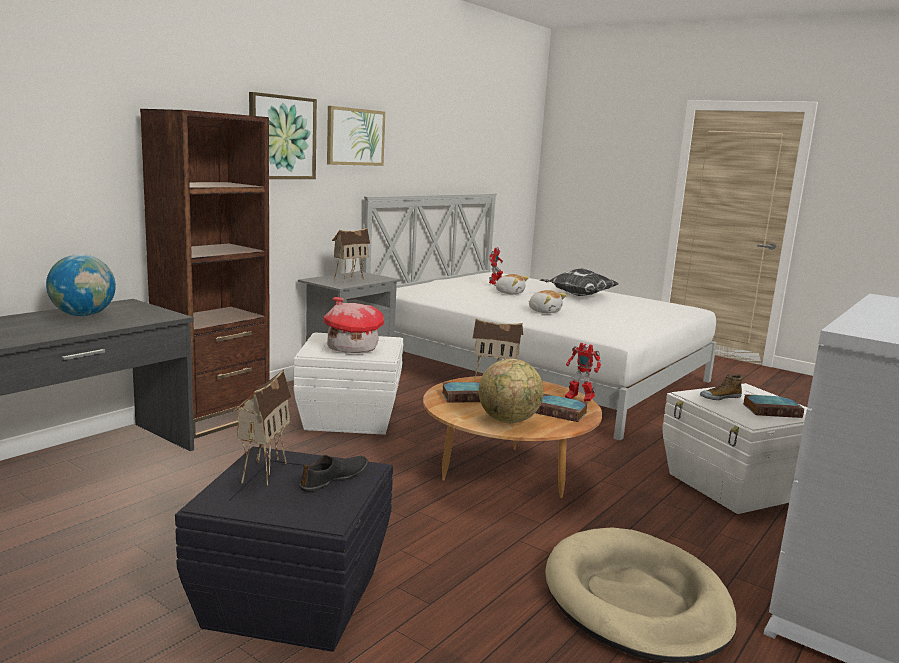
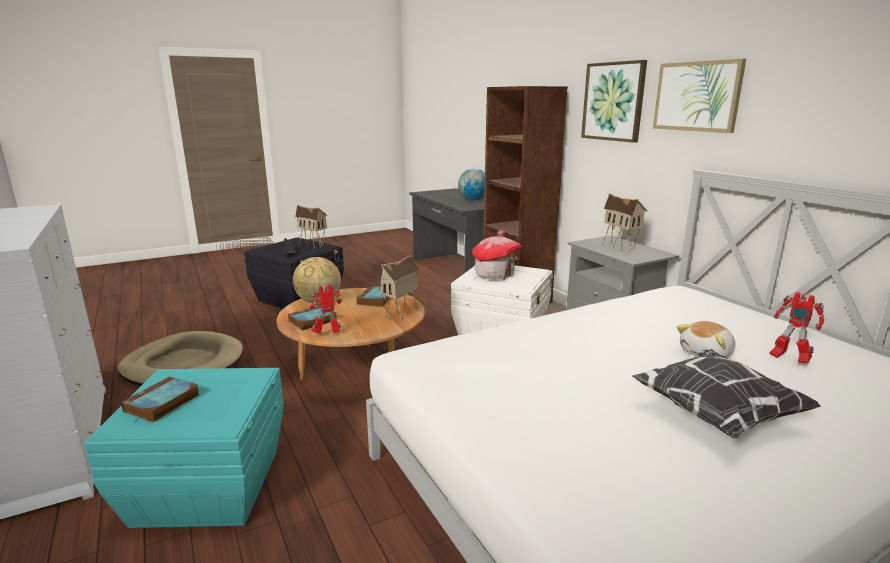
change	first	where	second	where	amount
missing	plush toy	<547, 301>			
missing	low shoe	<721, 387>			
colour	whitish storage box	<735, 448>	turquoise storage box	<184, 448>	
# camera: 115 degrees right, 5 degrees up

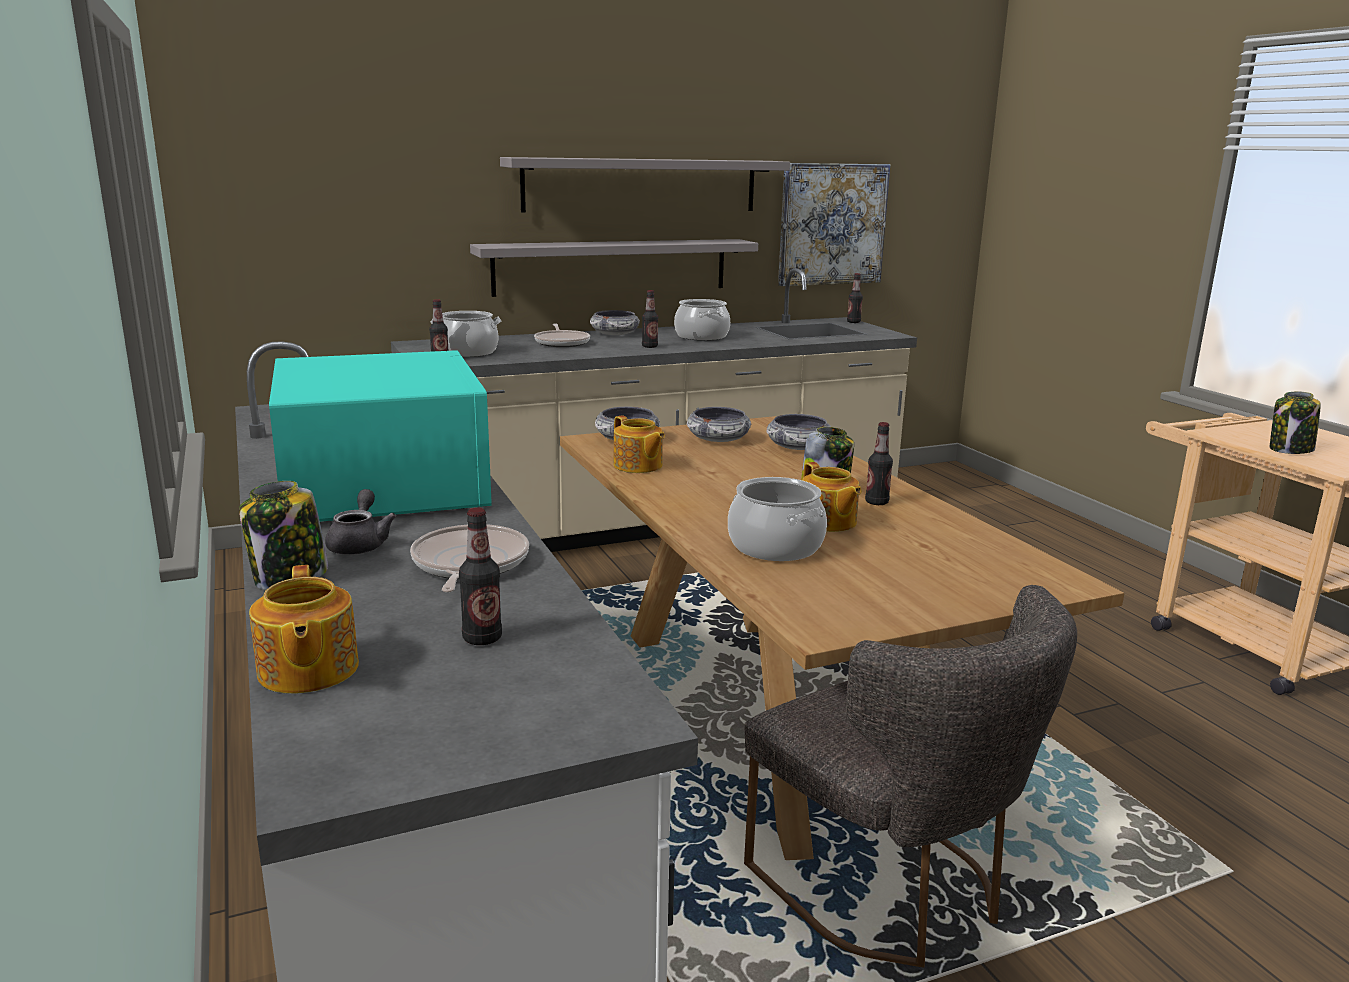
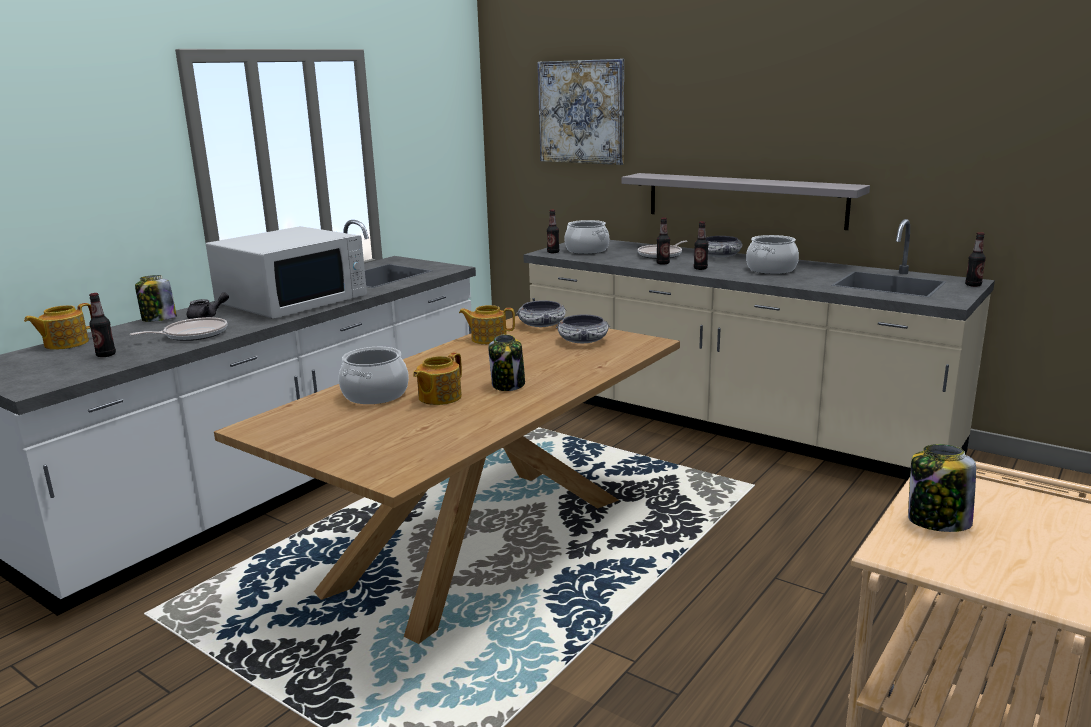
change	first	where	second	where	amount
missing	grey shelf	<645, 185>			
relocated	wall art	<834, 224>		<581, 112>	
colour	turquoise microwave oven	<380, 436>	whitish microwave oven	<286, 272>	
missing	serving bowl	<799, 432>			
spun	tea pot	<639, 444>		<487, 324>	75 degrees clockwise
relocated	drink bottle	<879, 463>		<663, 241>	
missing	grey chair	<910, 776>			
# camera: 60 degrees right, 0 degrees up

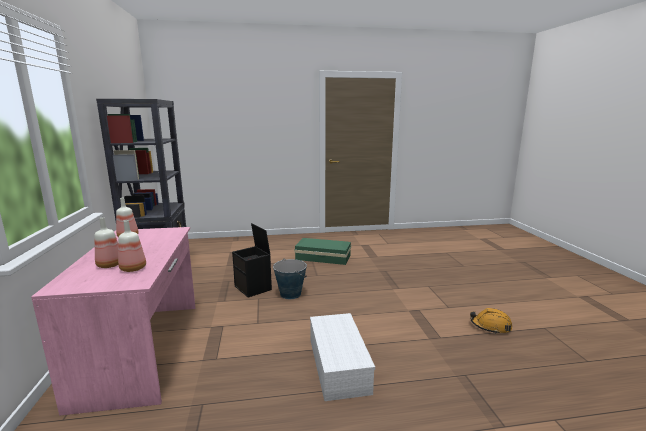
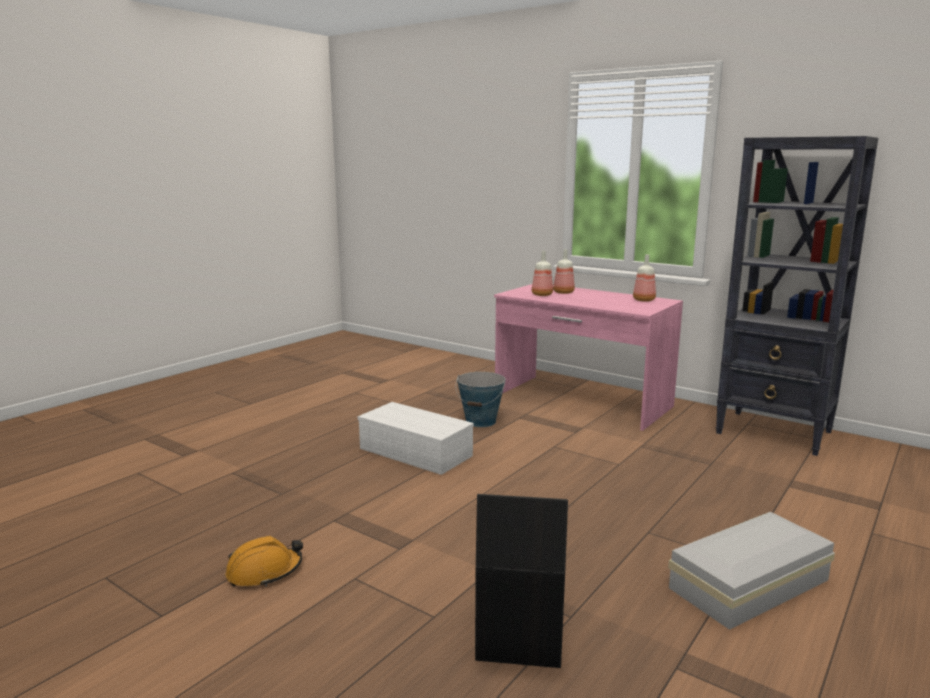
change	first	where	second	where	amount
relocated	blackish storage box	<252, 260>		<521, 581>	
colour	greenish storage box	<322, 251>	whitish storage box	<751, 571>	
relocated	pail	<290, 279>		<481, 399>	
# camera: 135 degrees right, 0 degrees up

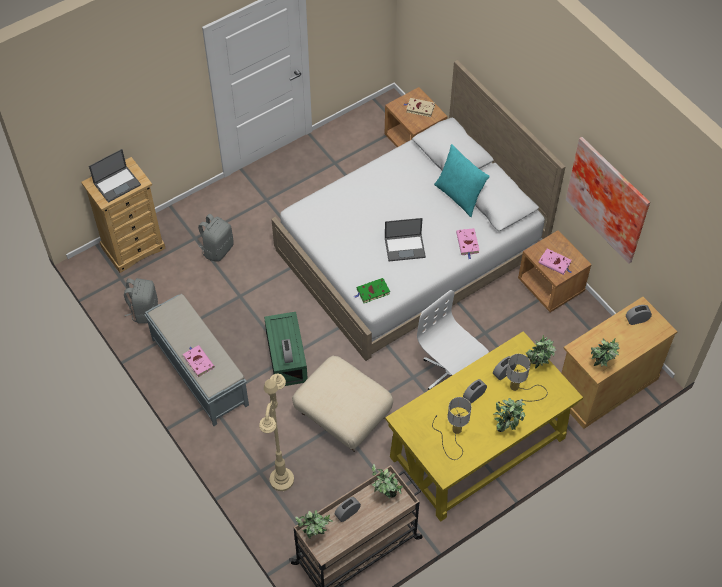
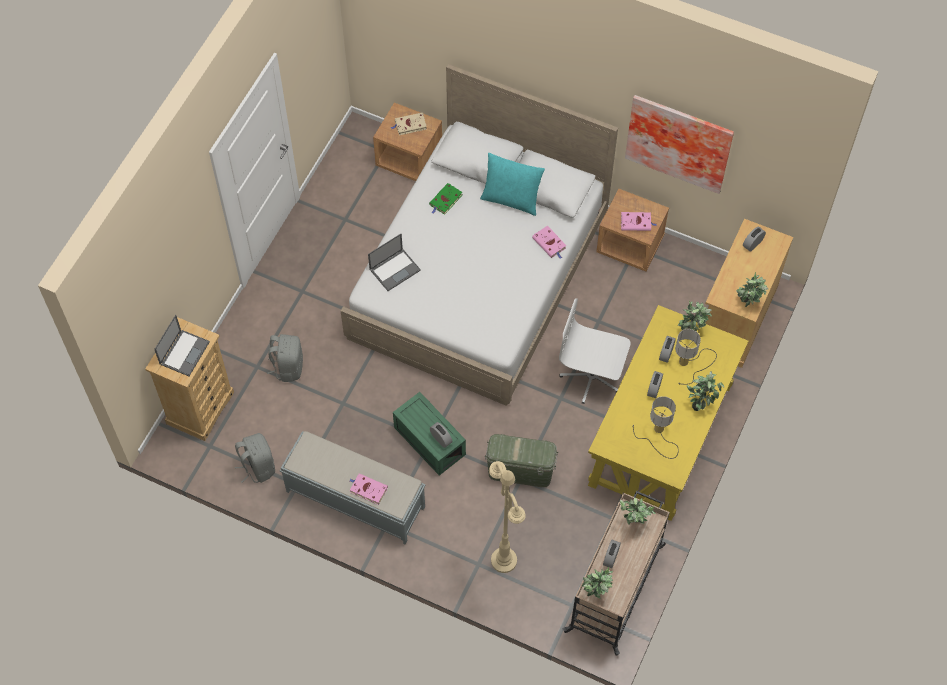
change	first	where	second	where	amount
relocated	laptop	<405, 240>		<394, 262>	
relocated	greenish volume	<372, 290>		<446, 199>	
exchanged	sand-coloured pouffe	<342, 404>	greenish storage box	<521, 460>	
# camera: 30 degrees left, 5 degrees up

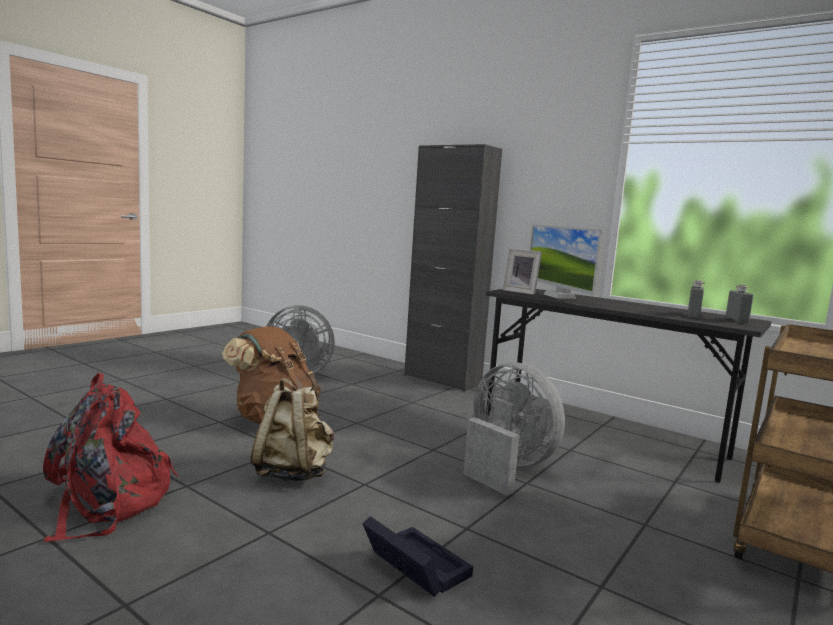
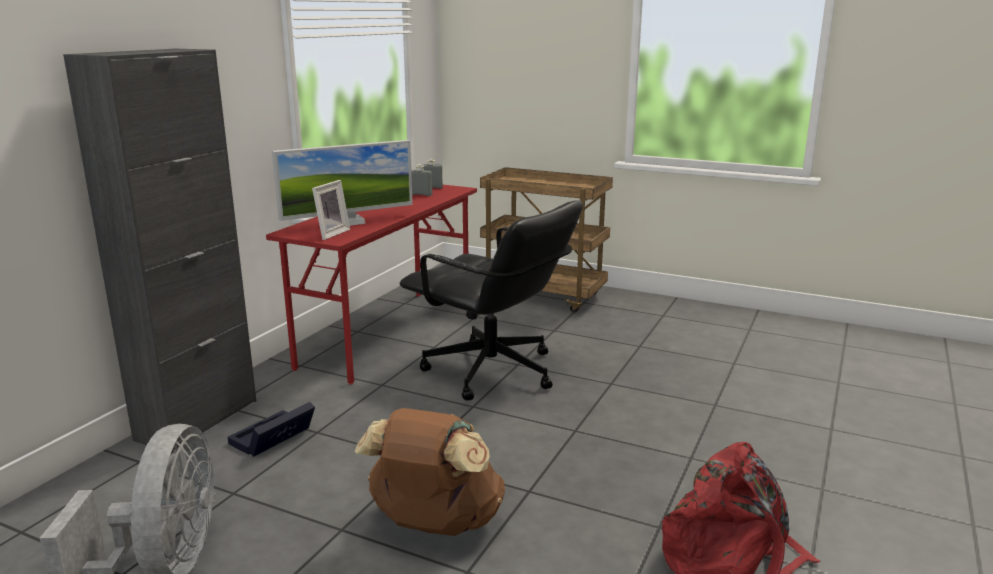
change	first	where	second	where	amount
colour	grey desk	<628, 386>	red desk	<371, 285>	
exchanged	grey fan	<514, 429>	blackish computer chair	<491, 300>	
missing	sand-coloured backpack	<292, 430>			
relocated	blackish storage box	<417, 556>		<271, 429>	
# camera: 100 degrees left, 10 degrees up

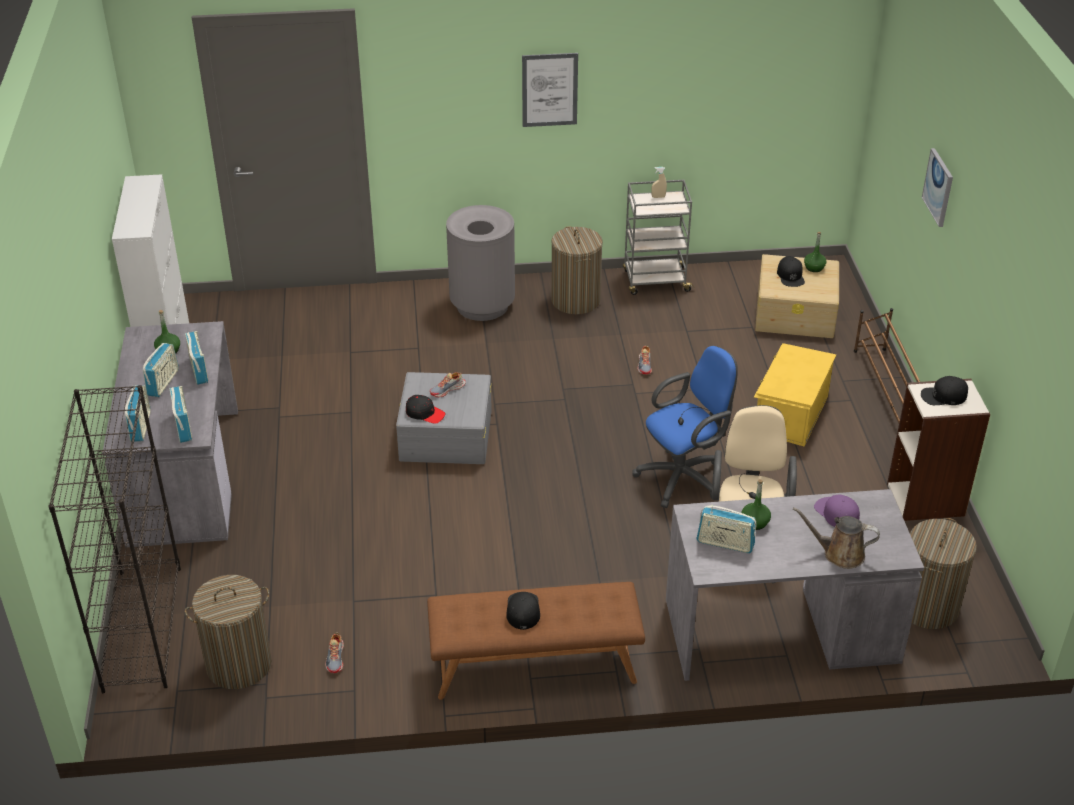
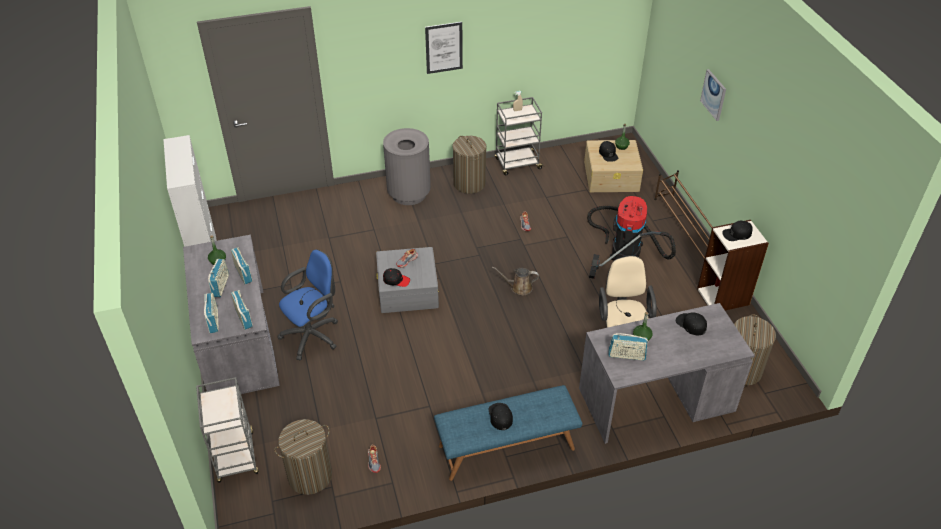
change	first	where	second	where	amount
exchanged	yellow storage box	<795, 395>	vacuum cleaner	<631, 237>	
relocated	bluish computer chair	<685, 427>		<308, 304>	
exchanged	blackish shelving unit	<114, 539>	grey cart	<227, 430>	
colour	purplish cap	<837, 510>	blackish cap	<691, 323>	
relocated	brown-coloured watering can	<836, 538>		<515, 281>	
colour	brown-coloured indoor bench	<536, 641>	bluish indoor bench	<508, 433>	
# camera: 10 degrees left, 5 degrees up

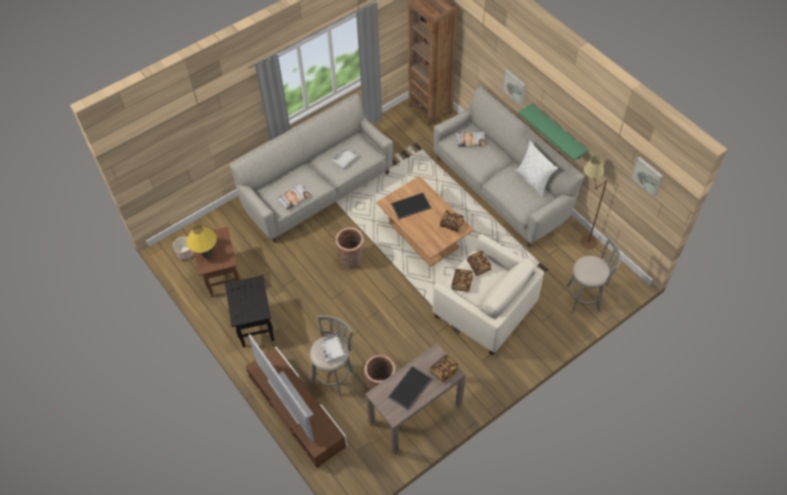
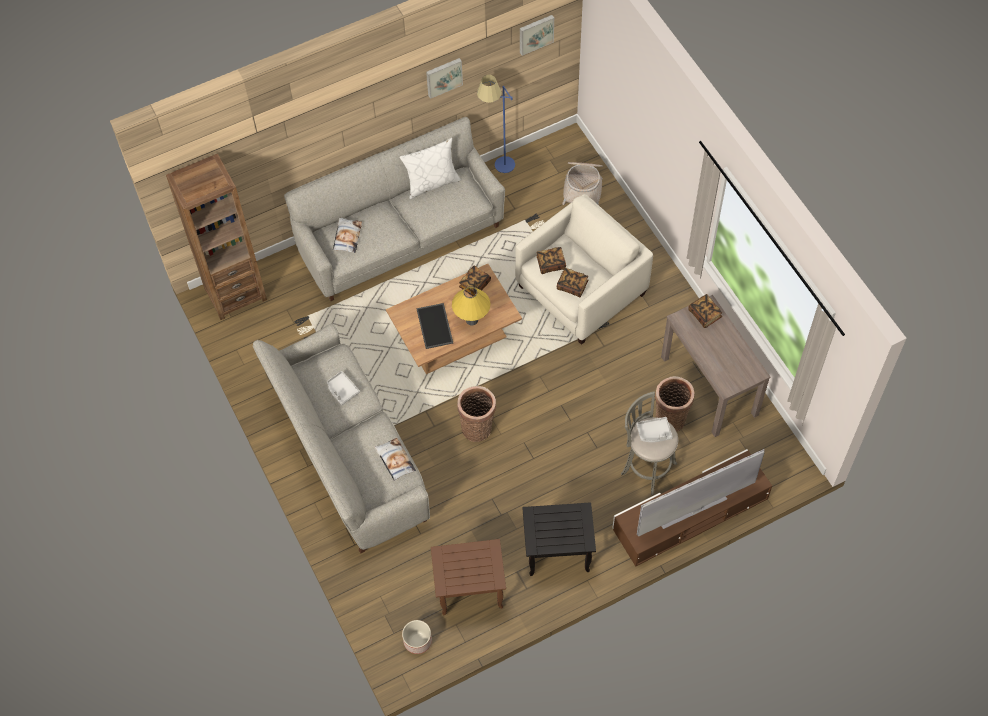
change	first	where	second	where	amount
relocated	wall art	<514, 87>		<444, 78>	
missing	greenish shelf	<553, 132>			
colour	brown-coloured standard lamp	<593, 202>	bluish standard lamp	<496, 124>	
relocated	yellow table lamp	<201, 241>		<471, 306>	
exchanged	grey stool	<593, 275>	household basket	<582, 183>	
missing	tray	<410, 388>			
# camera: 80 degrees left, 5 degrees up

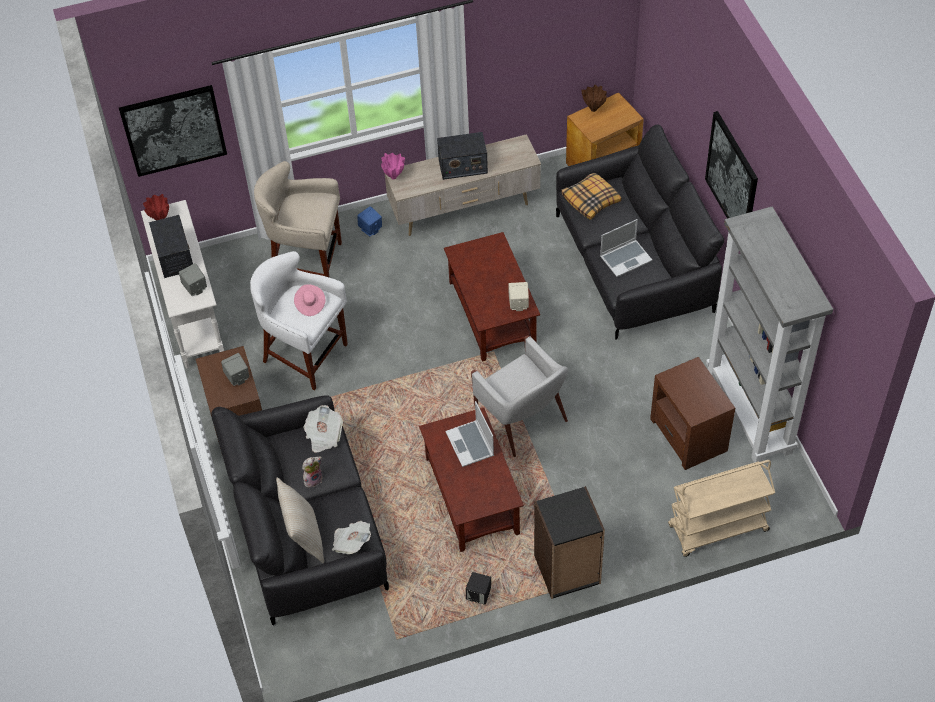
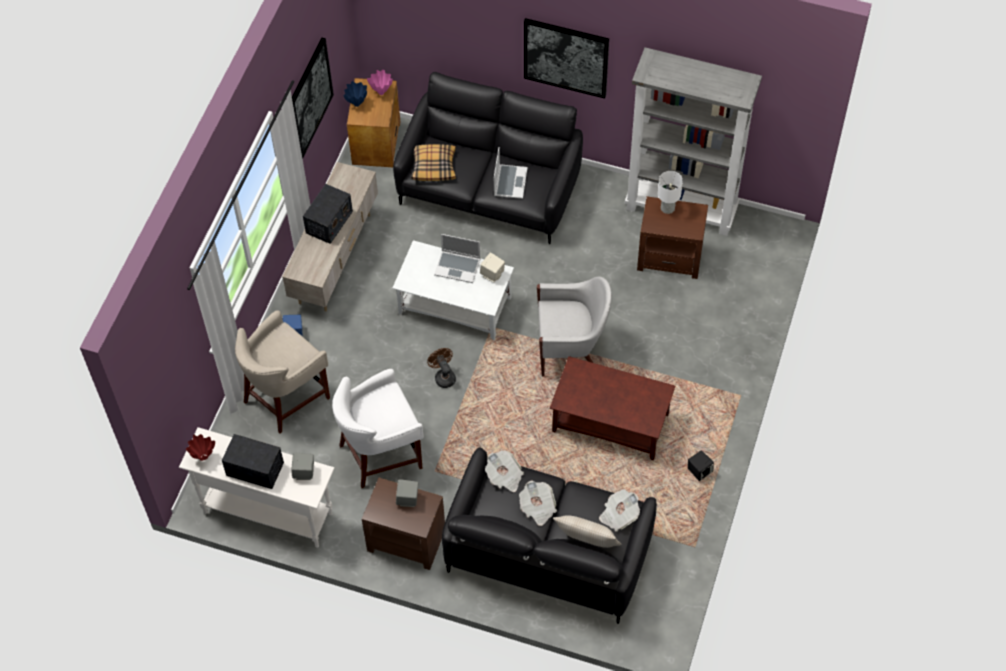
change	first	where	second	where	amount
relocated	wall art	<173, 131>		<313, 98>	
colour	brown-coloured decorative vase	<594, 98>	bluish decorative vase	<355, 94>	
relocated	pink-coloured decorative vase	<393, 166>		<380, 82>	
colour	brown-coloured lounge table	<492, 296>	whitish lounge table	<453, 290>	
missing	pink-coloured hat	<309, 300>			
relocated	laptop	<469, 434>		<457, 258>	
exchanged	plush toy	<312, 472>	newspaper	<538, 503>	
missing	sand-coloured cart	<721, 508>			
missing	blackish shelving unit	<569, 542>			
appeared			whitish table lamp	<670, 192>	
appeared			brown-coloured fan	<441, 368>	
# camera: 55 degrees left, 5 degrees up

